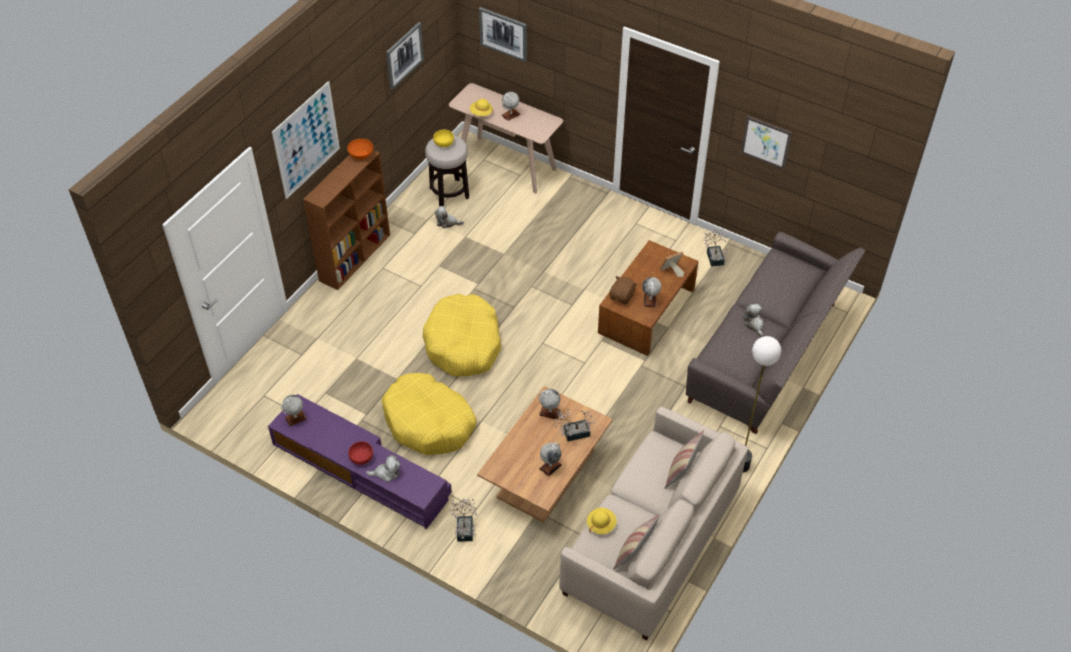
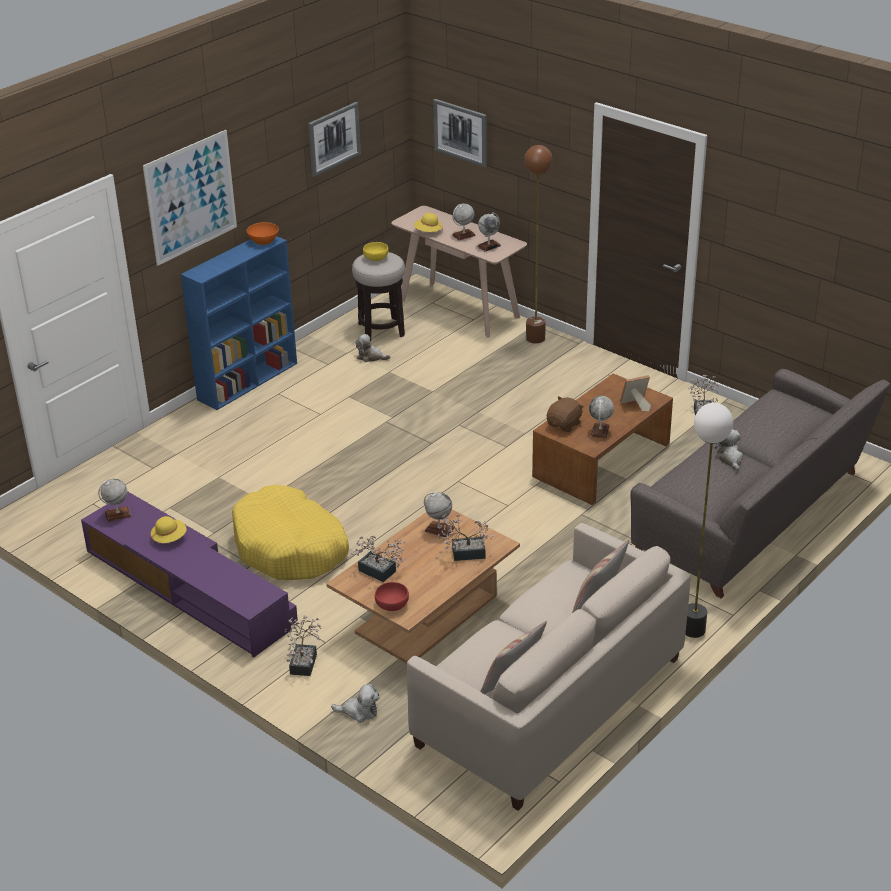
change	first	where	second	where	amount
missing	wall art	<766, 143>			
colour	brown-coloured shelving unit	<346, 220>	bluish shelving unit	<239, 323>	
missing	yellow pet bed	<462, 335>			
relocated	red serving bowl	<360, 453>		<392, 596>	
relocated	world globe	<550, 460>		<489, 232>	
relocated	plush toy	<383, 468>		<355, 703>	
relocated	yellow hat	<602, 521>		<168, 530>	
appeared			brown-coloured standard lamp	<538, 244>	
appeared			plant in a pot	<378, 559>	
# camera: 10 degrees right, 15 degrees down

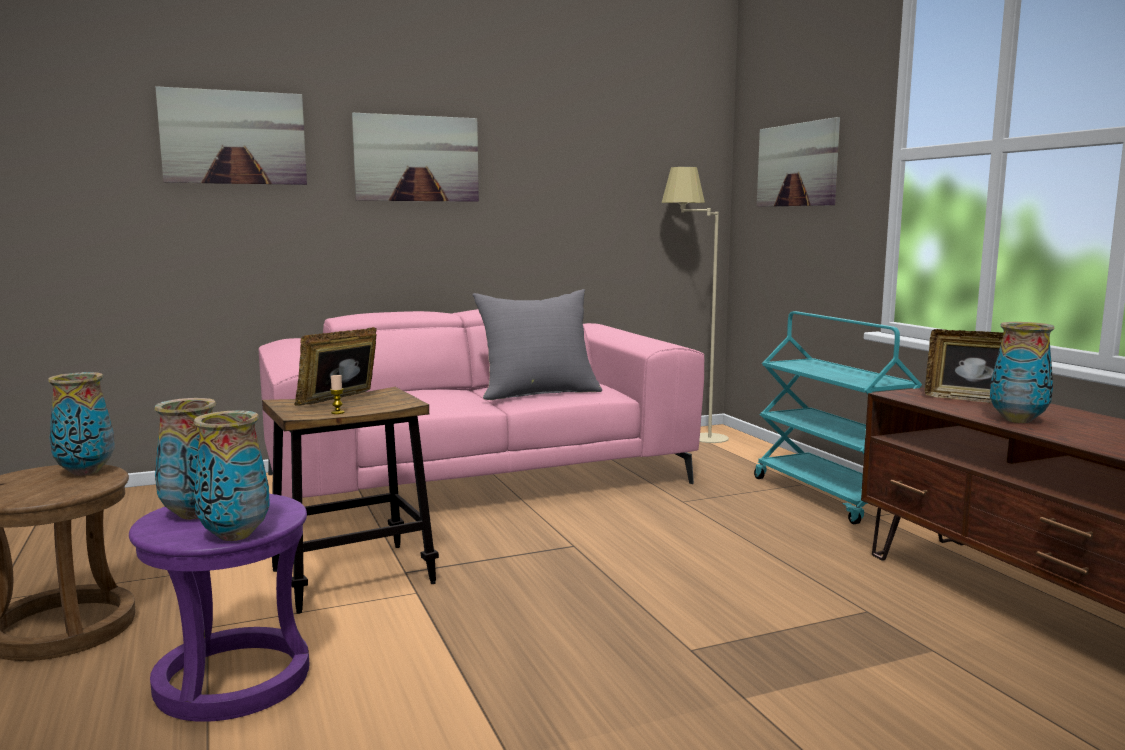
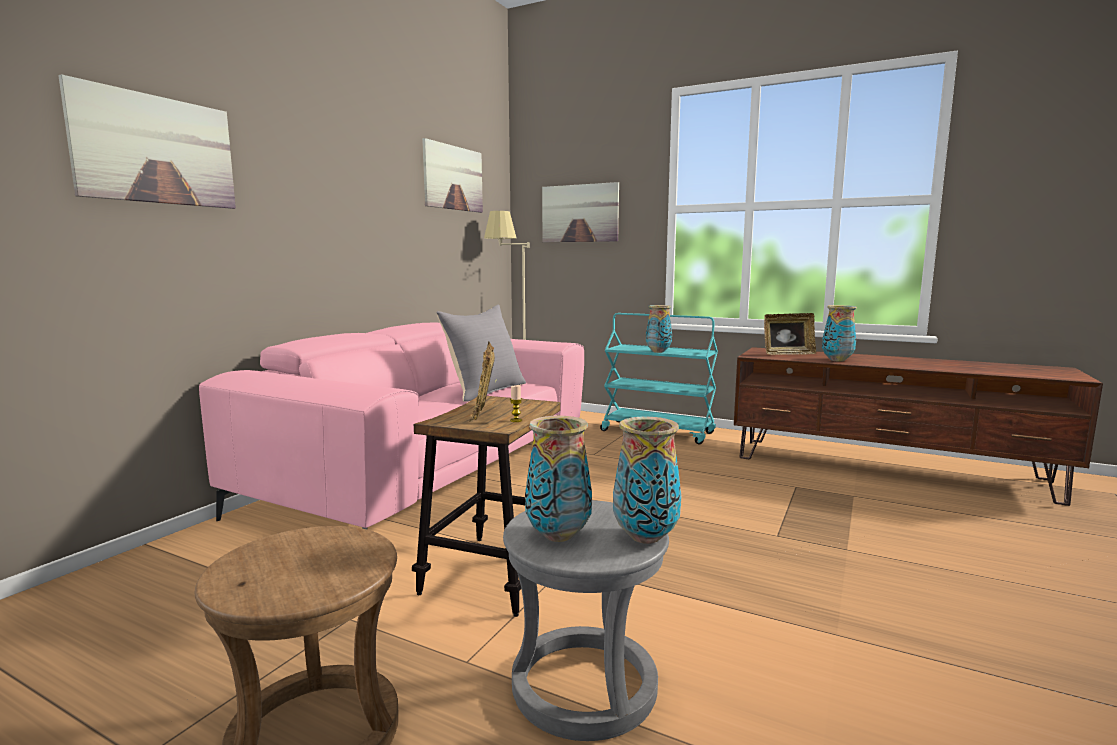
change	first	where	second	where	amount
relocated	wall art	<415, 157>		<452, 175>	
relocated	decorative vase	<81, 424>		<659, 329>	
colour	purplish stool	<219, 608>	grey stool	<586, 620>	
# camera: 40 degrees left, 0 degrees up

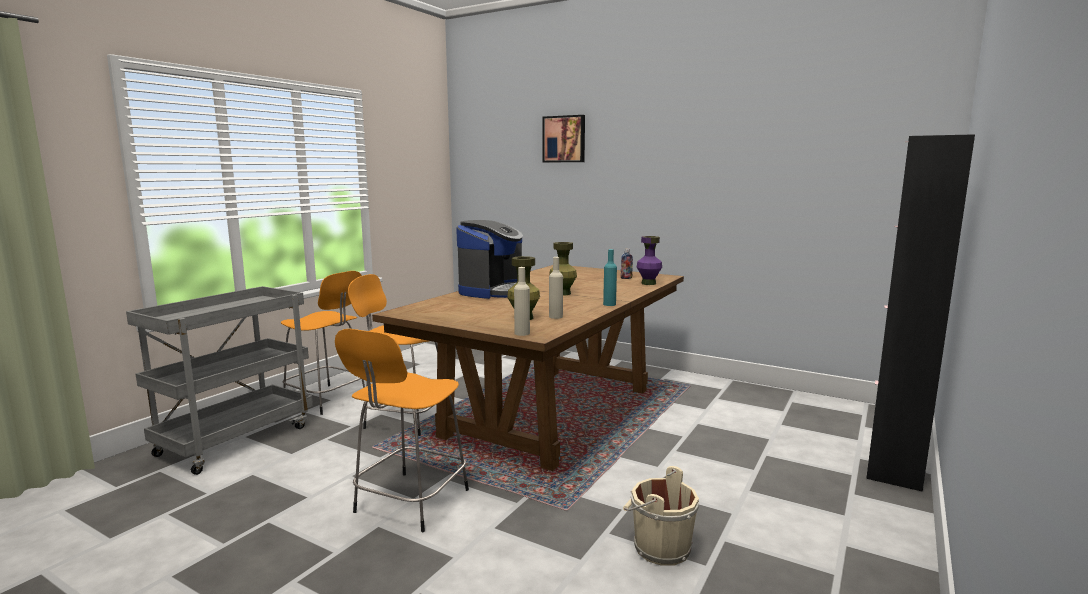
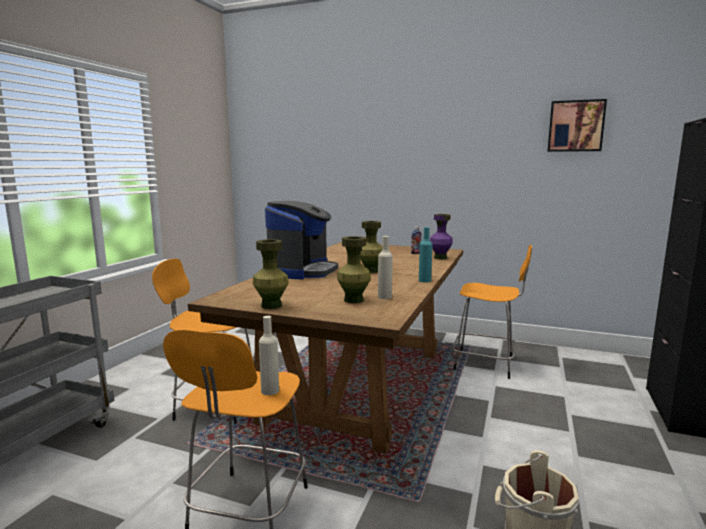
change	first	where	second	where	amount
relocated	wall art	<563, 138>		<577, 125>	
relocated	sand-coloured drink bottle	<522, 301>		<269, 355>	
relocated	orange-coloured stool	<323, 343>		<492, 312>	
appeared			greenish decorative vase	<271, 274>	
# camera: 10 degrees left, 0 degrees up

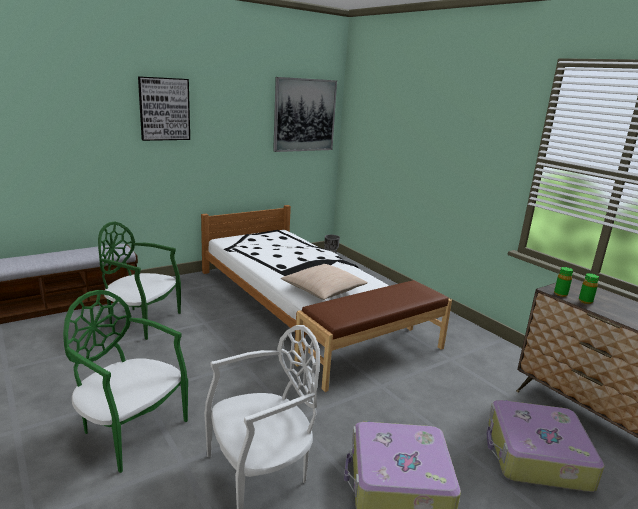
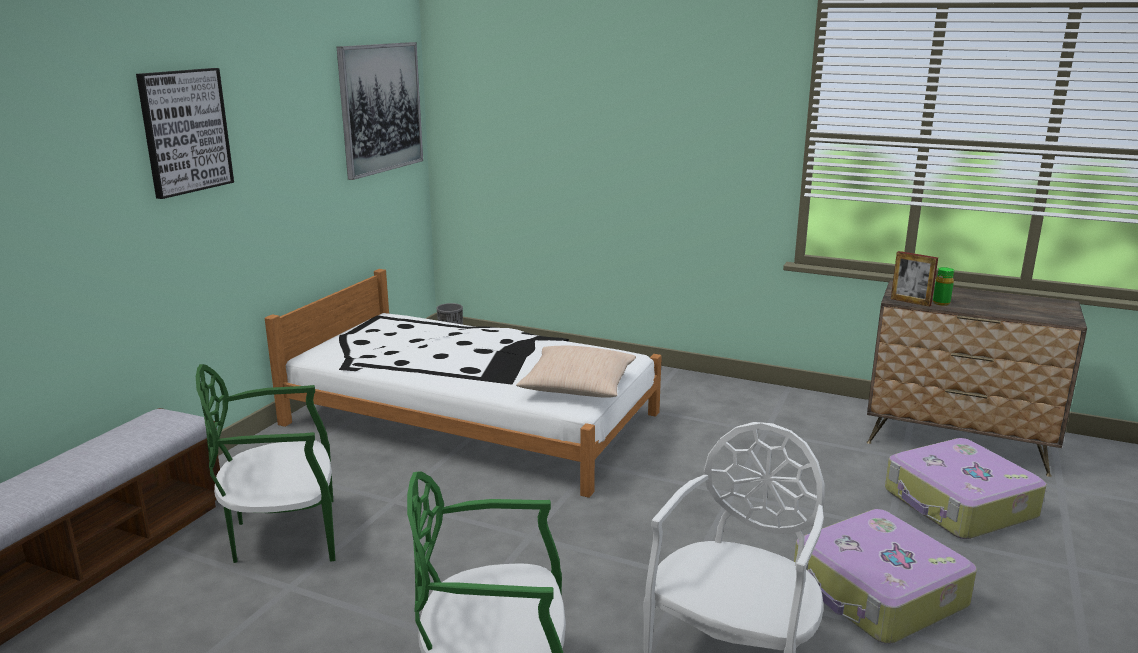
change	first	where	second	where	amount
exchanged	greenish drink bottle	<563, 282>	standing frame	<914, 279>	
missing	brown-coloured indoor bench	<373, 336>			
# camera: 30 degrees left, 0 degrees up

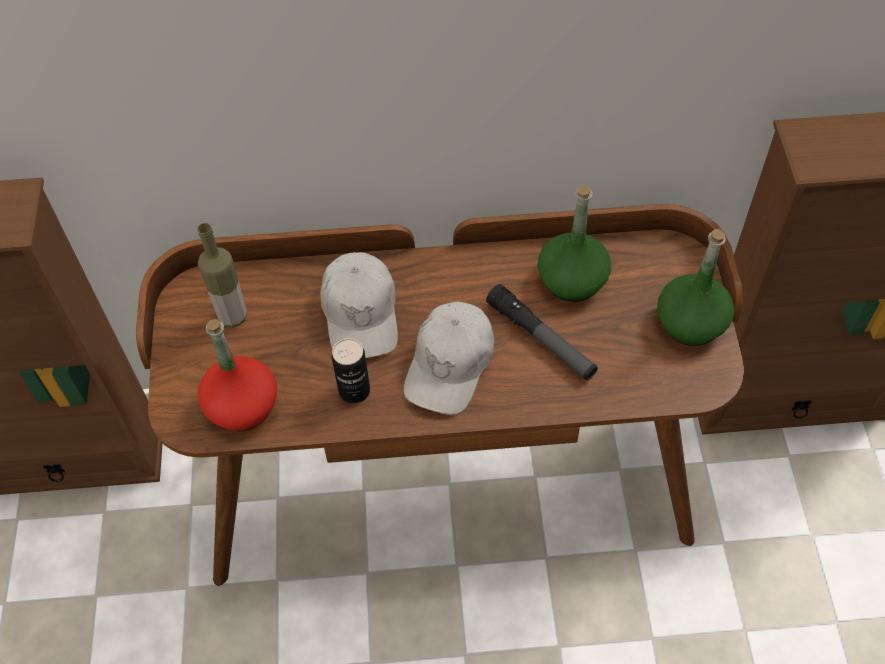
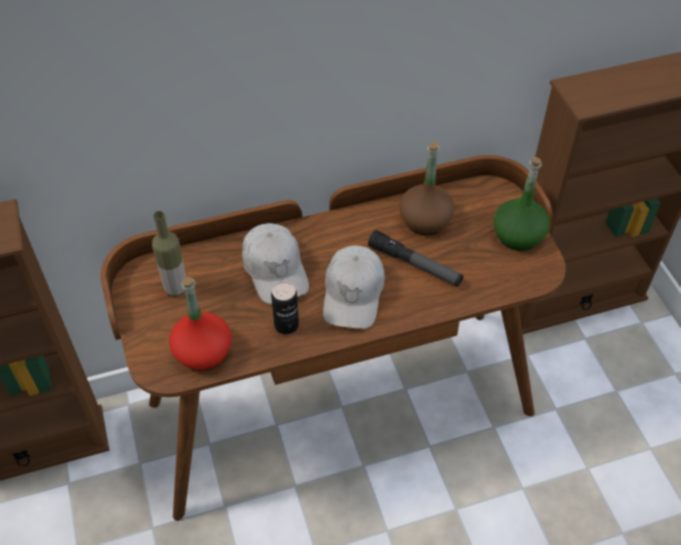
change	first	where	second	where	amount
colour	greenish drink bottle	<574, 243>	brown-coloured drink bottle	<427, 188>	
# camera: 15 degrees left, 5 degrees down

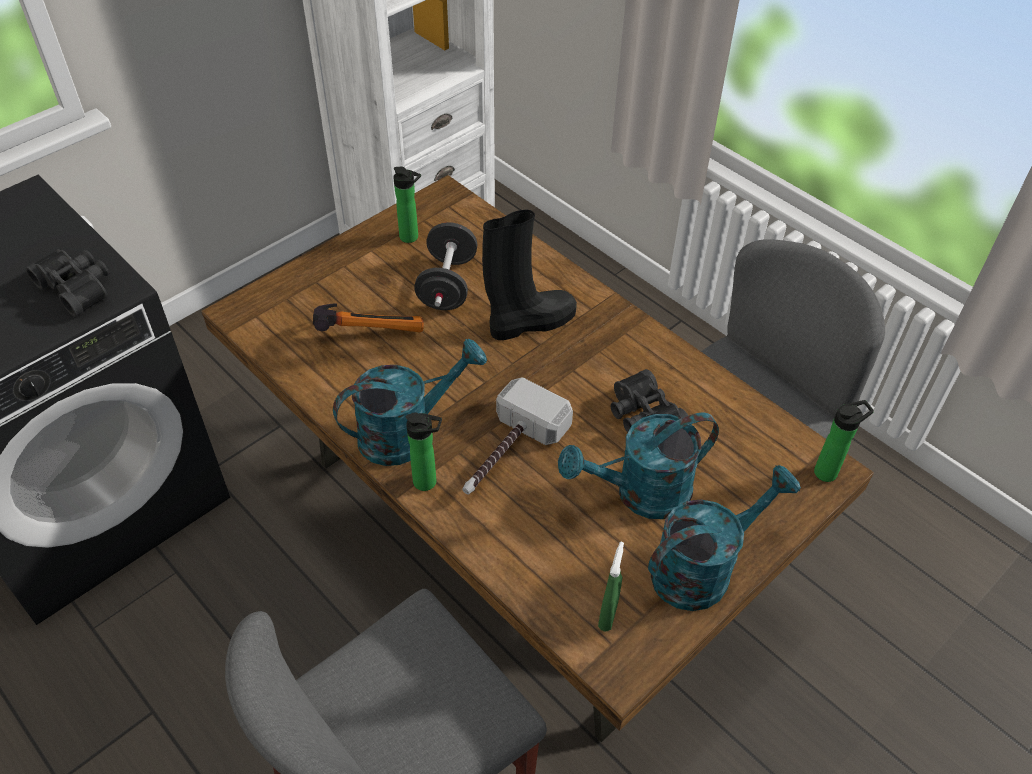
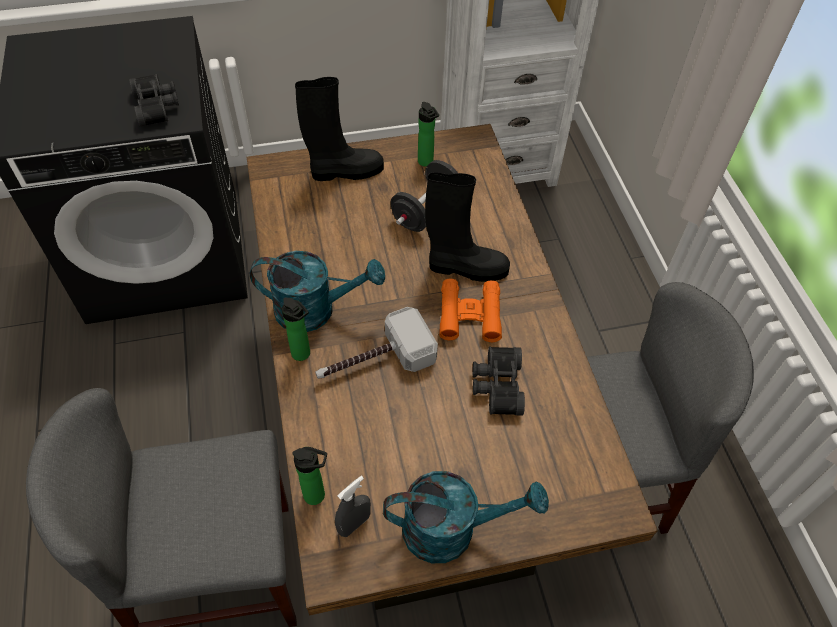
change	first	where	second	where	amount
missing	hand hammer	<368, 318>			
relocated	drink bottle	<844, 441>		<309, 476>	
missing	turquoise watering can	<638, 465>			
colour	greenish hand sprayer	<611, 586>	grey hand sprayer	<353, 506>	
appeared			blackish high-top boot	<339, 129>	
appeared			orange-coloured binoculars	<470, 310>	
# camera: 30 degrees right, 5 degrees up

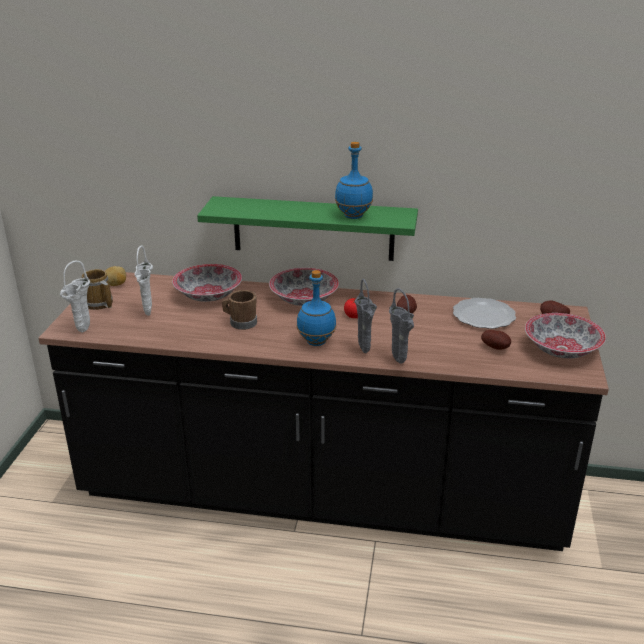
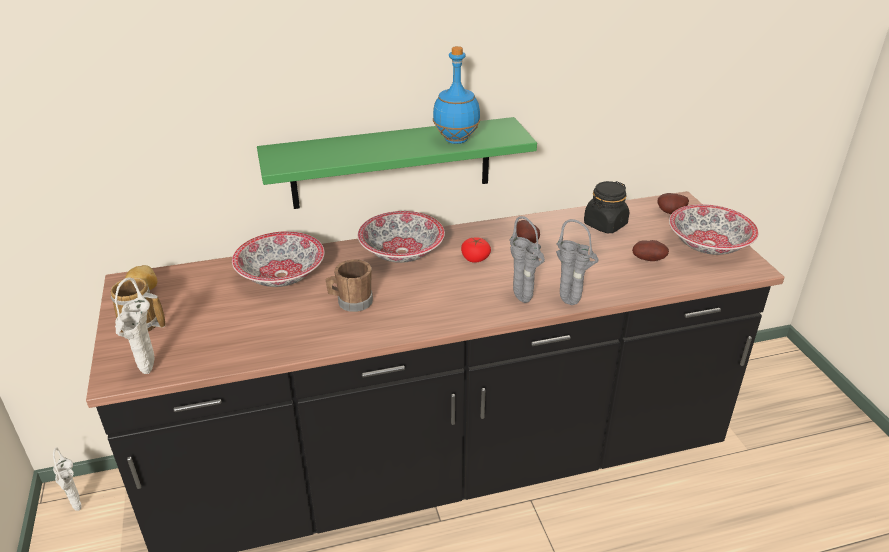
change	first	where	second	where	amount
relocated	whitish decorative vase	<143, 281>		<67, 479>	
missing	bluish drink bottle	<316, 308>			
exchanged	flat dish	<484, 313>	blackish storage jar	<606, 207>	
# camera: 25 degrees left, 5 degrees up

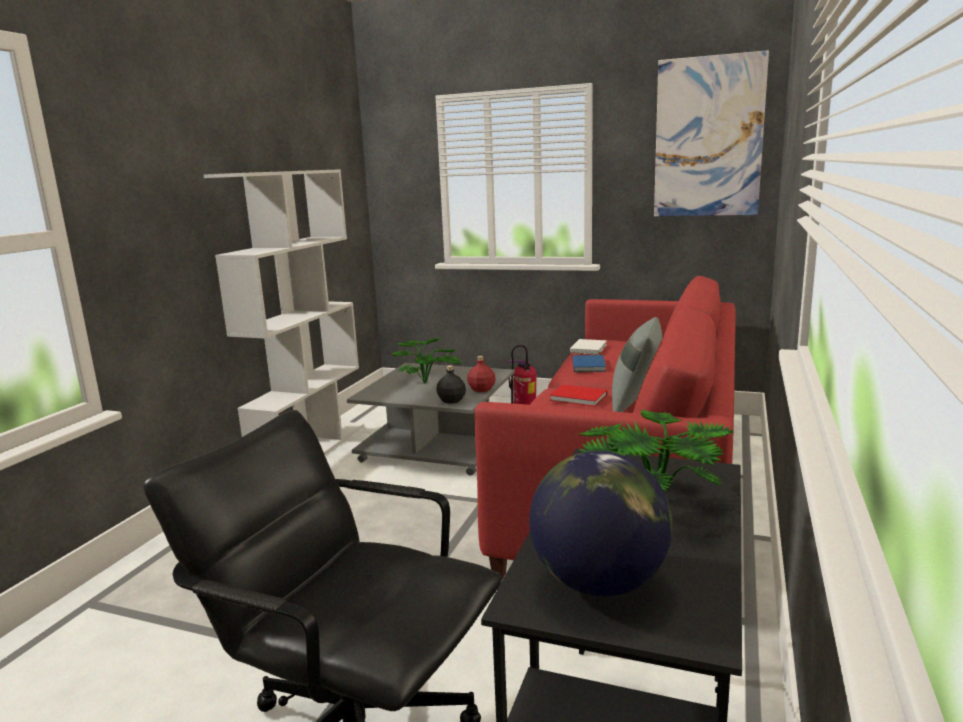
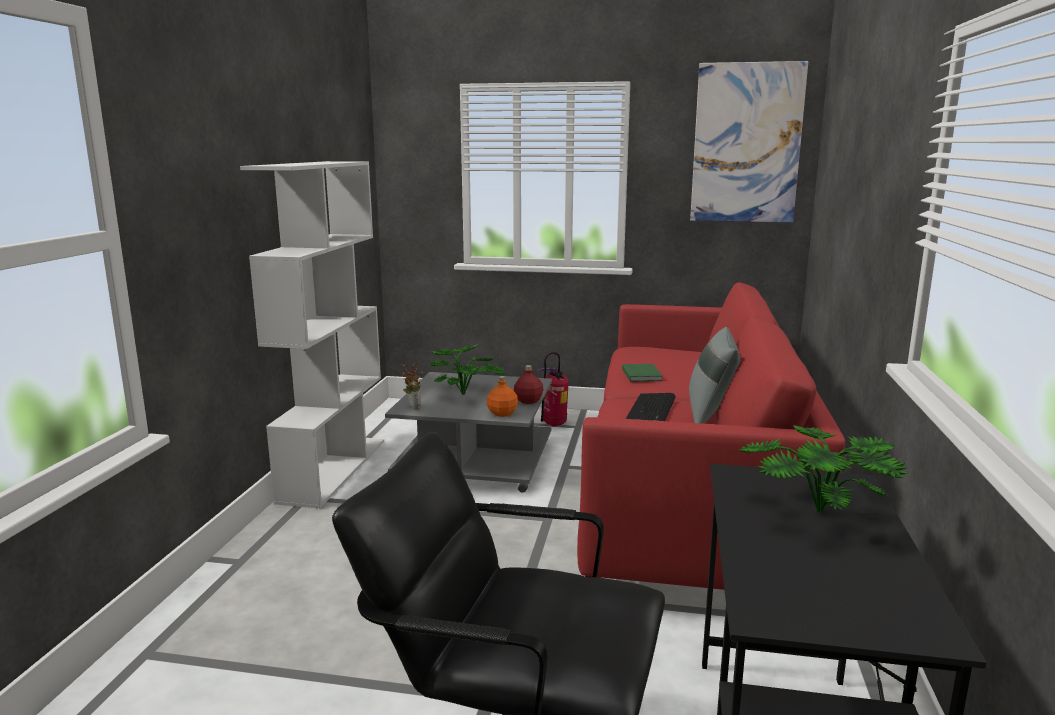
change	first	where	second	where	amount
missing	whitish volume	<588, 347>			
colour	bluish volume	<589, 363>	greenish volume	<642, 373>	
colour	blackish drink bottle	<451, 384>	orange-coloured drink bottle	<502, 396>	
exchanged	red volume	<578, 396>	computer keyboard	<651, 407>	
missing	world globe	<601, 523>			
appeared			plant in a pot	<411, 386>	
# camera: 10 degrees left, 0 degrees up

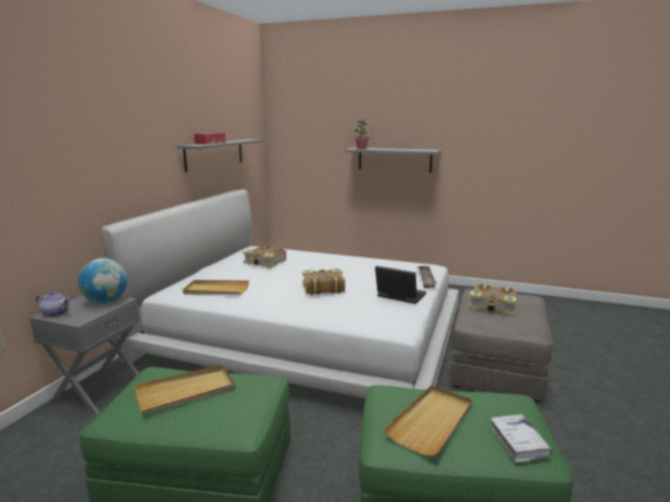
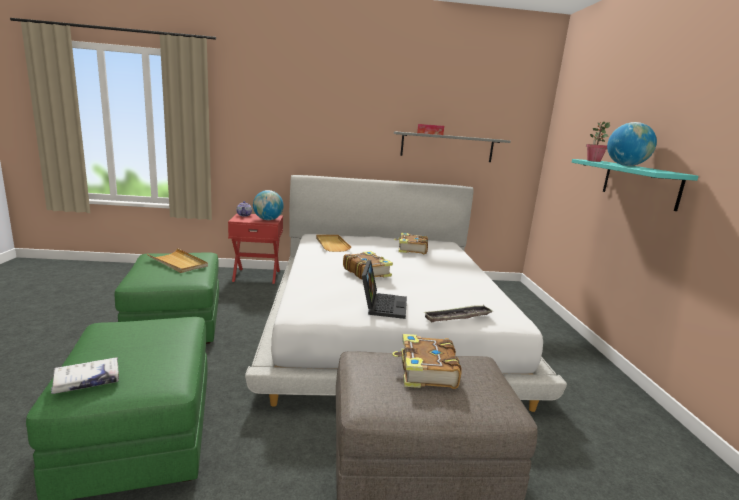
change	first	where	second	where	amount
colour	grey shelf	<392, 160>	turquoise shelf	<635, 185>	
colour	grey bedside table	<85, 355>	red bedside table	<255, 249>	
missing	sand-coloured tray	<428, 420>			
appeared			world globe	<632, 144>	
# camera: 65 degrees right, 0 degrees up

